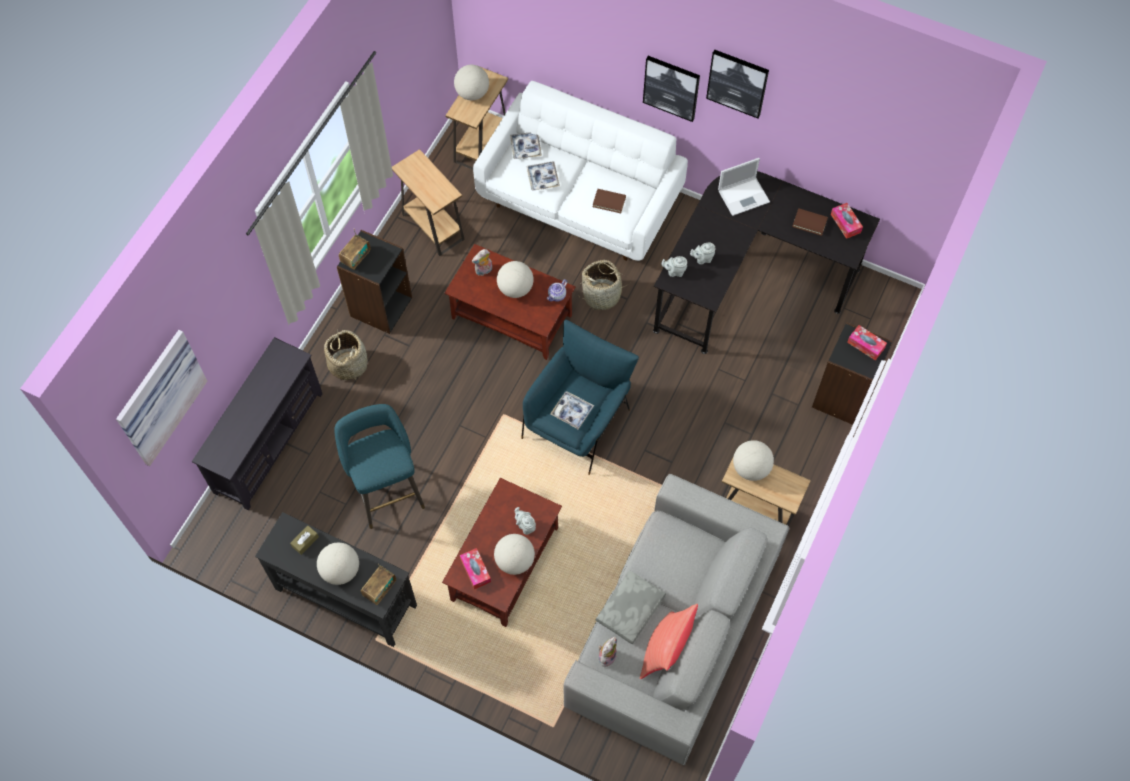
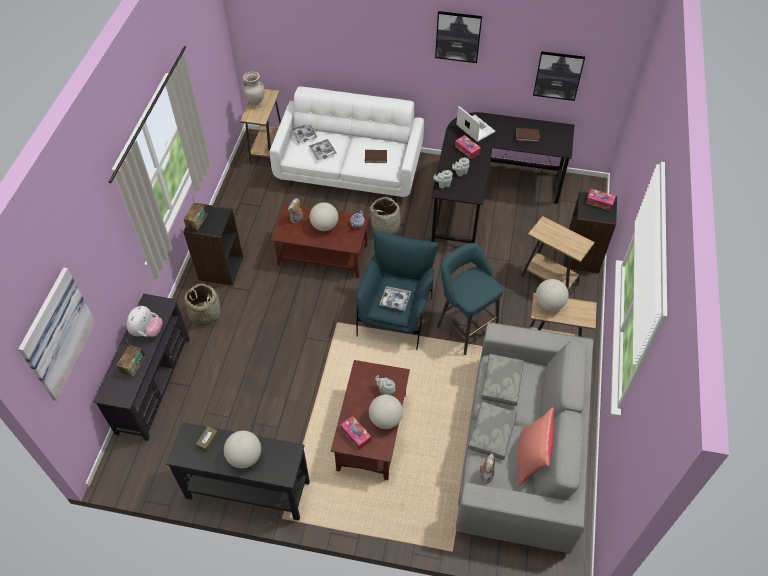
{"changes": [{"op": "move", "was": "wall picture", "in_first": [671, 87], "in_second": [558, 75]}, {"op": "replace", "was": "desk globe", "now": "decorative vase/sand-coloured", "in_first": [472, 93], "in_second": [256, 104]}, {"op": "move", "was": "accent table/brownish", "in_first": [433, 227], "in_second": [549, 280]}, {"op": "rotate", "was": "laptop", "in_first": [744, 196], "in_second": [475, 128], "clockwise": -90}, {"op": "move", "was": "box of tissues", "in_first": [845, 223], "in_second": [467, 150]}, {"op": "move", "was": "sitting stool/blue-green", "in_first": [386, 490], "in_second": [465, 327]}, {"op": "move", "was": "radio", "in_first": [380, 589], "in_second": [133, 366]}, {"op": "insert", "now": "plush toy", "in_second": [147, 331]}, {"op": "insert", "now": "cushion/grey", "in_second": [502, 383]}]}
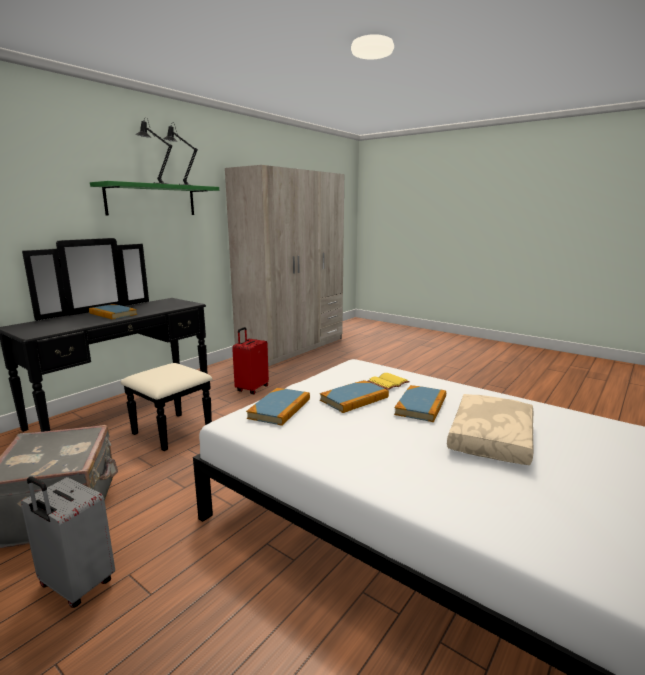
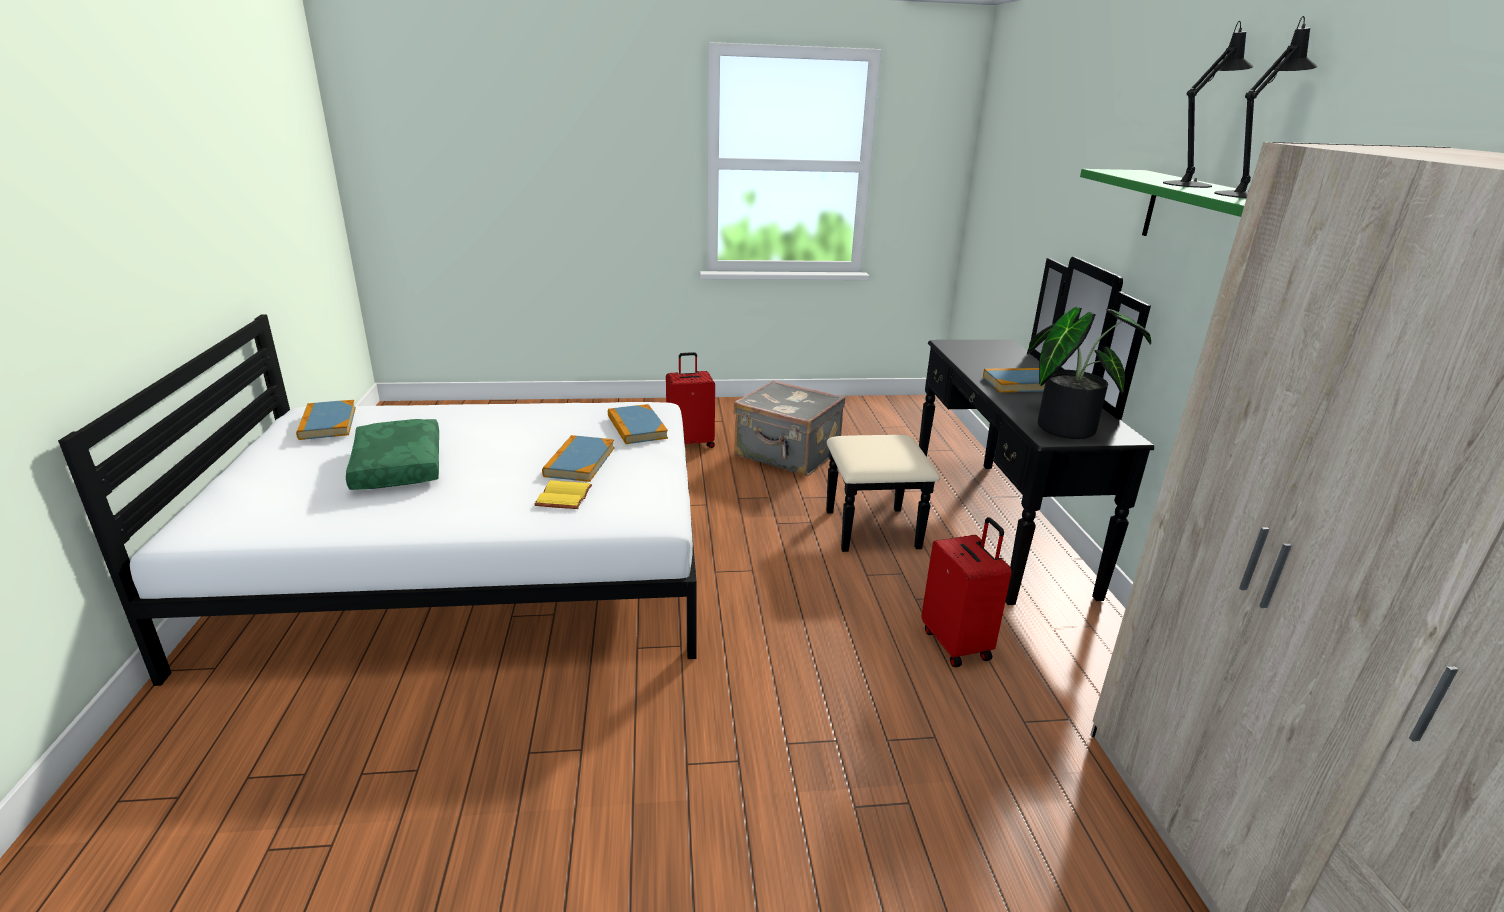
{"changes": [{"op": "move", "was": "book", "in_first": [421, 406], "in_second": [327, 423]}, {"op": "recolor", "was": "cushion/sand-coloured", "now": "cushion/greenish", "in_first": [493, 439], "in_second": [396, 466]}, {"op": "recolor", "was": "travel case/grey", "now": "travel case/reddish", "in_first": [75, 585], "in_second": [690, 443]}, {"op": "insert", "now": "potted plant", "in_second": [1065, 425]}]}
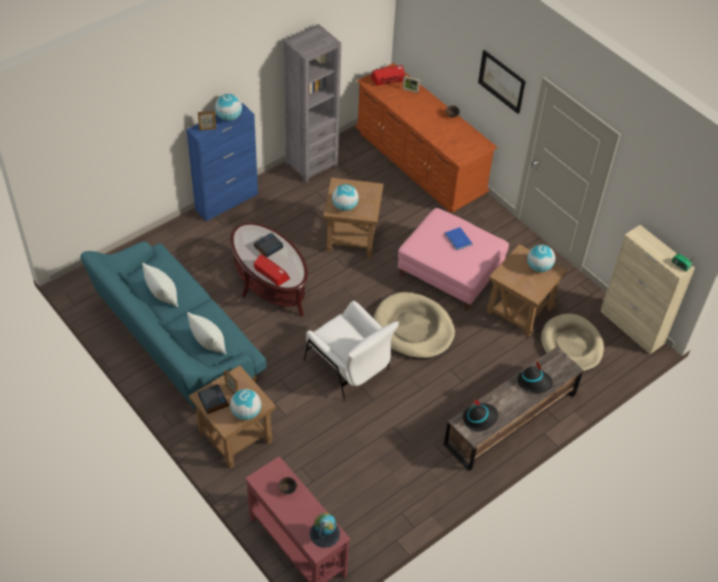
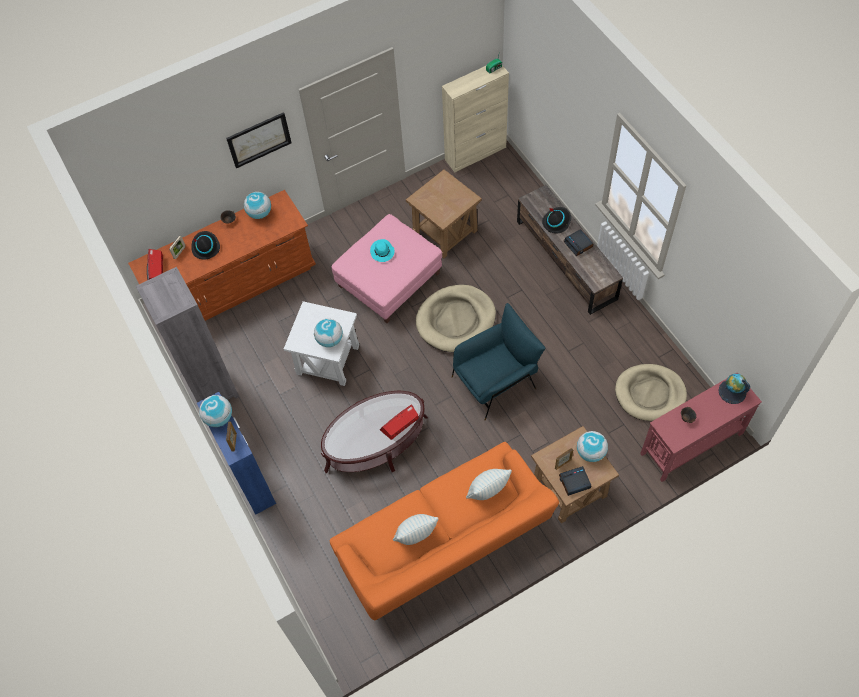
{"changes": [{"op": "recolor", "was": "accent table/brownish", "now": "accent table/whitish", "in_first": [351, 237], "in_second": [327, 360]}, {"op": "replace", "was": "book/blue-coloured", "now": "wearable hat/blue-green", "in_first": [458, 240], "in_second": [382, 252]}, {"op": "move", "was": "alarm clock", "in_first": [268, 247], "in_second": [578, 244]}, {"op": "recolor", "was": "couch/blue-green", "now": "couch/orangey", "in_first": [176, 340], "in_second": [444, 541]}, {"op": "move", "was": "desk globe", "in_first": [539, 267], "in_second": [260, 213]}, {"op": "recolor", "was": "armchair/whitish", "now": "armchair/blue-coloured", "in_first": [348, 367], "in_second": [496, 381]}, {"op": "move", "was": "pet bed/sand-coloured", "in_first": [571, 345], "in_second": [650, 394]}, {"op": "move", "was": "wearable hat/black-coloured", "in_first": [480, 418], "in_second": [205, 247]}]}
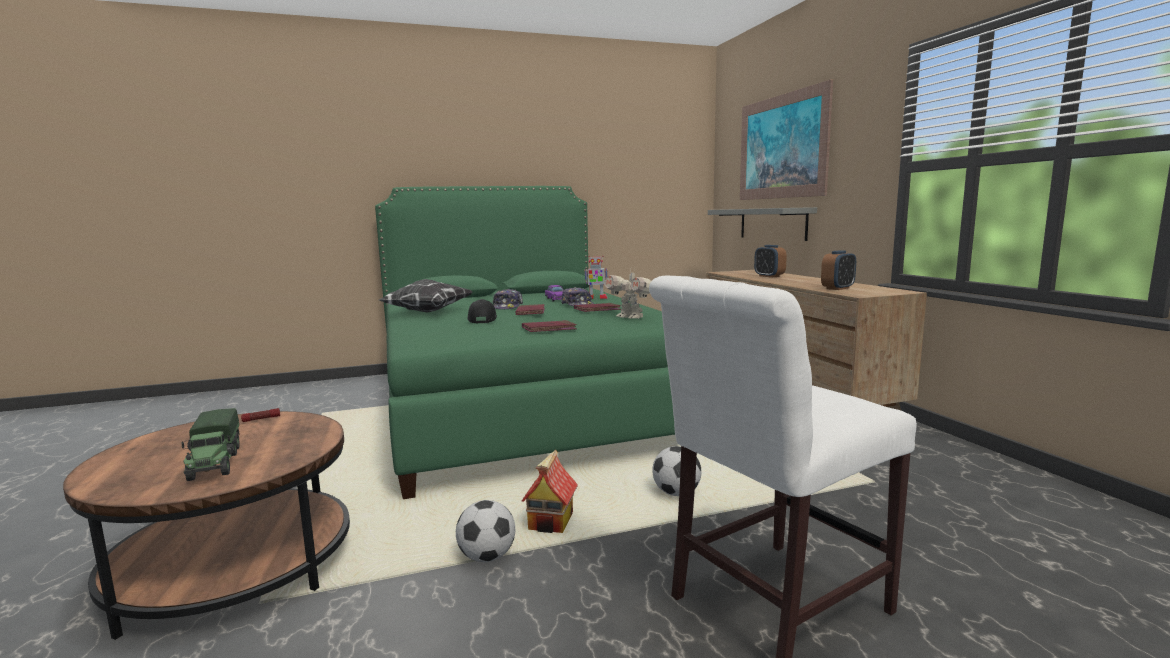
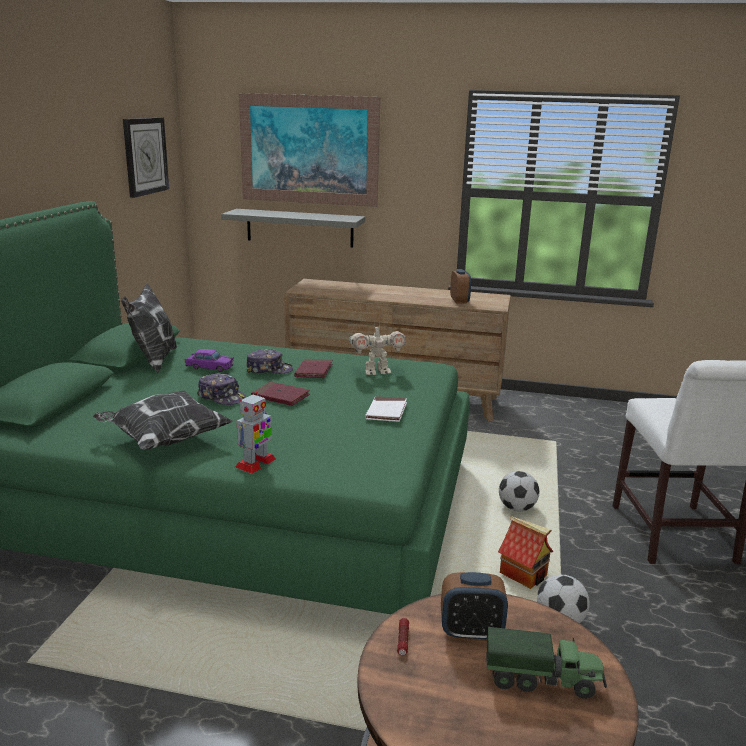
{"changes": [{"op": "move", "was": "alarm clock", "in_first": [769, 276], "in_second": [471, 632]}, {"op": "move", "was": "model robot", "in_first": [596, 298], "in_second": [255, 463]}, {"op": "delete", "was": "cap/black-coloured", "in_first": [481, 320]}, {"op": "recolor", "was": "book/reddish", "now": "book/whitish", "in_first": [549, 329], "in_second": [386, 412]}, {"op": "insert", "now": "clock on the wall", "in_second": [145, 156]}, {"op": "insert", "now": "cushion", "in_second": [154, 361]}]}
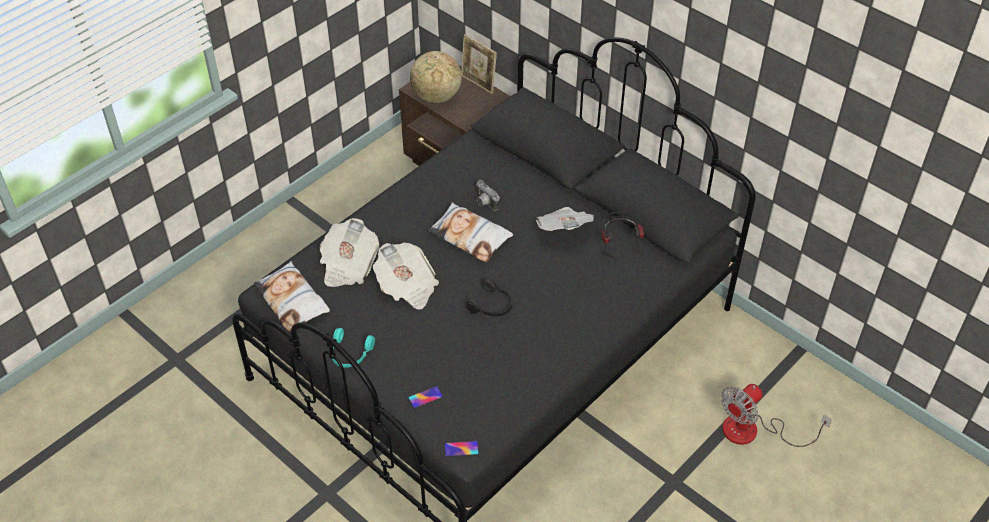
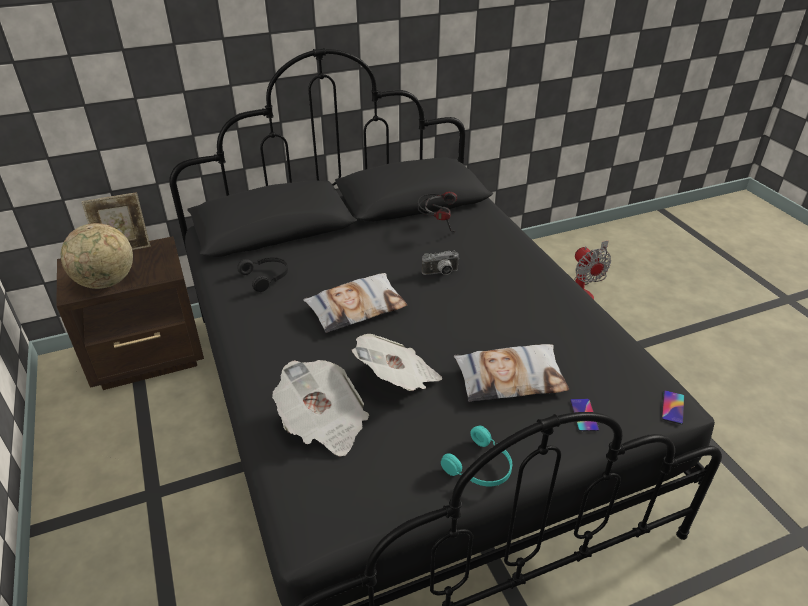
{"changes": [{"op": "move", "was": "photo camera", "in_first": [484, 203], "in_second": [441, 273]}, {"op": "delete", "was": "printed paper", "in_first": [563, 230]}, {"op": "move", "was": "cushion", "in_first": [292, 300], "in_second": [510, 378]}, {"op": "move", "was": "headset/black-coloured", "in_first": [492, 305], "in_second": [266, 277]}]}
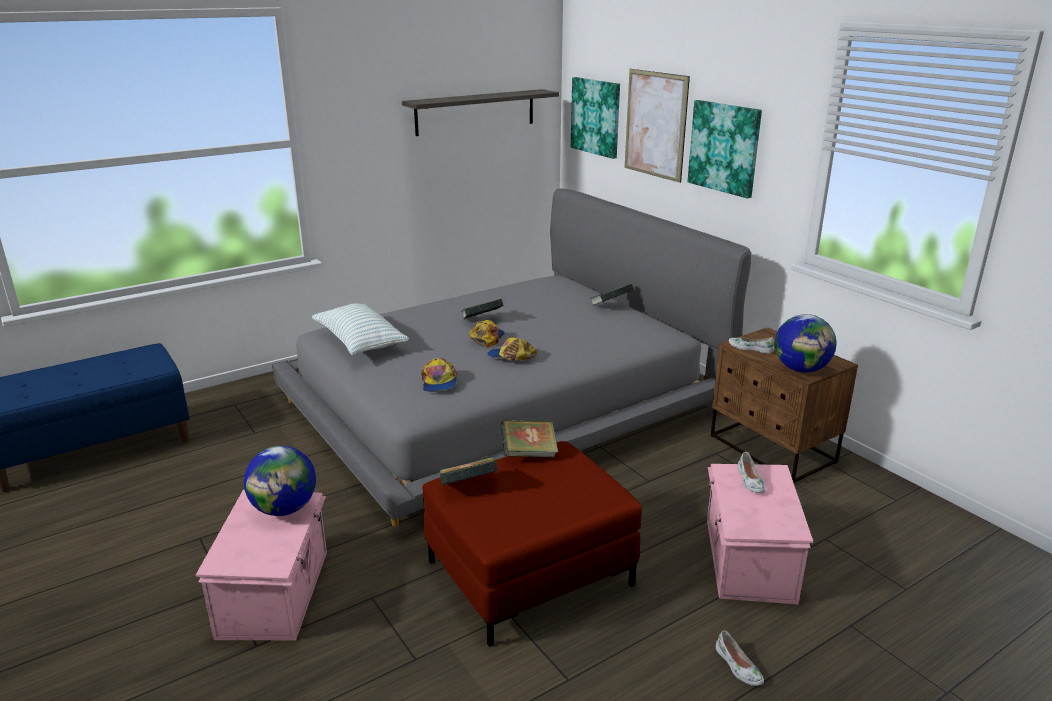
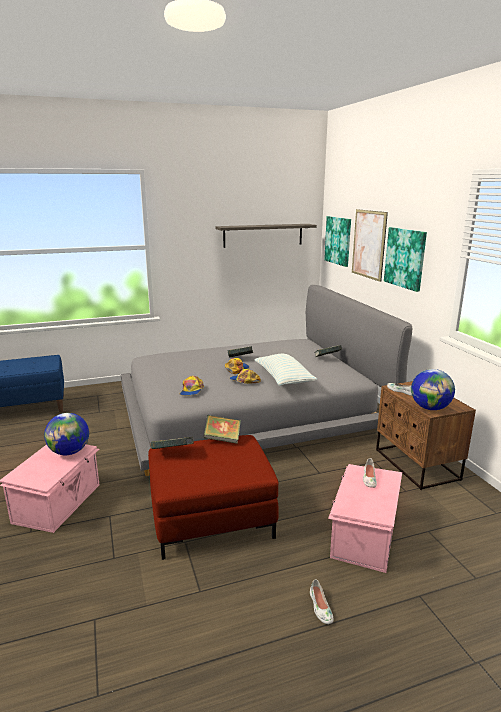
{"changes": [{"op": "move", "was": "cushion", "in_first": [360, 342], "in_second": [283, 378]}]}
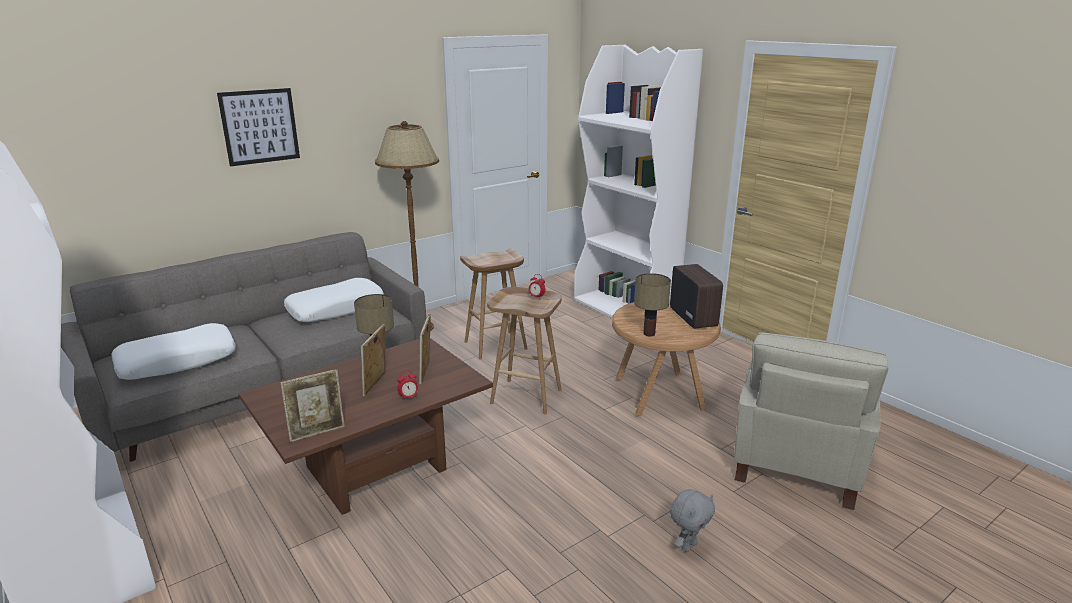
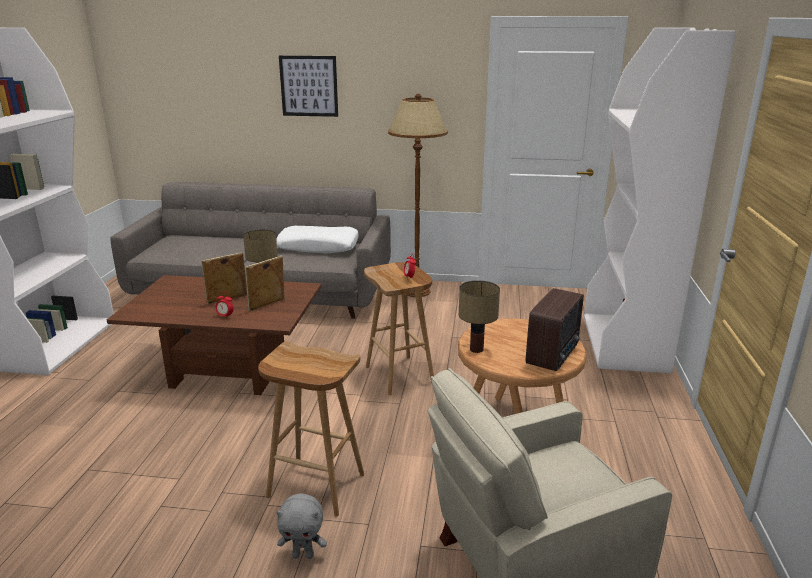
{"changes": [{"op": "move", "was": "sitting stool/brownish", "in_first": [495, 346], "in_second": [314, 486]}, {"op": "delete", "was": "cushion/whitish", "in_first": [177, 361]}, {"op": "delete", "was": "picture frame", "in_first": [317, 432]}]}
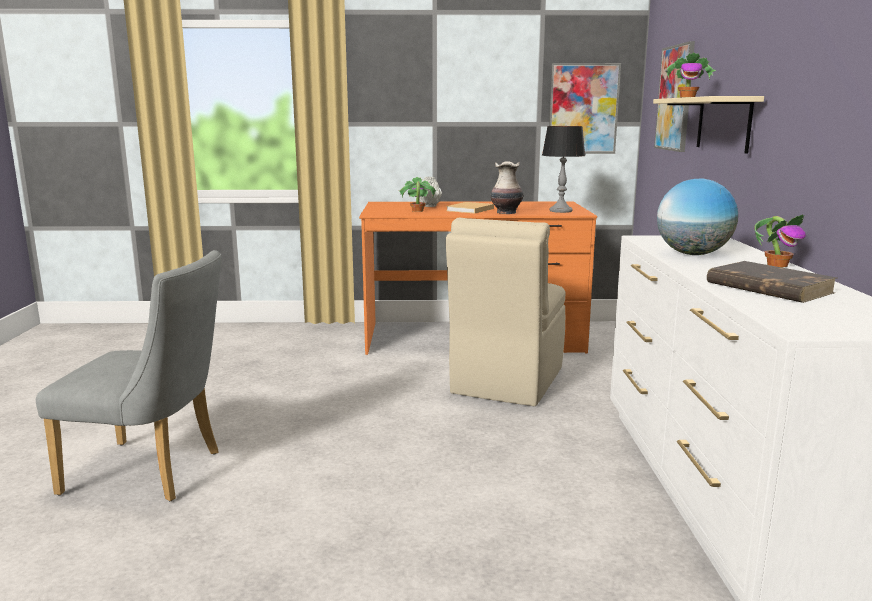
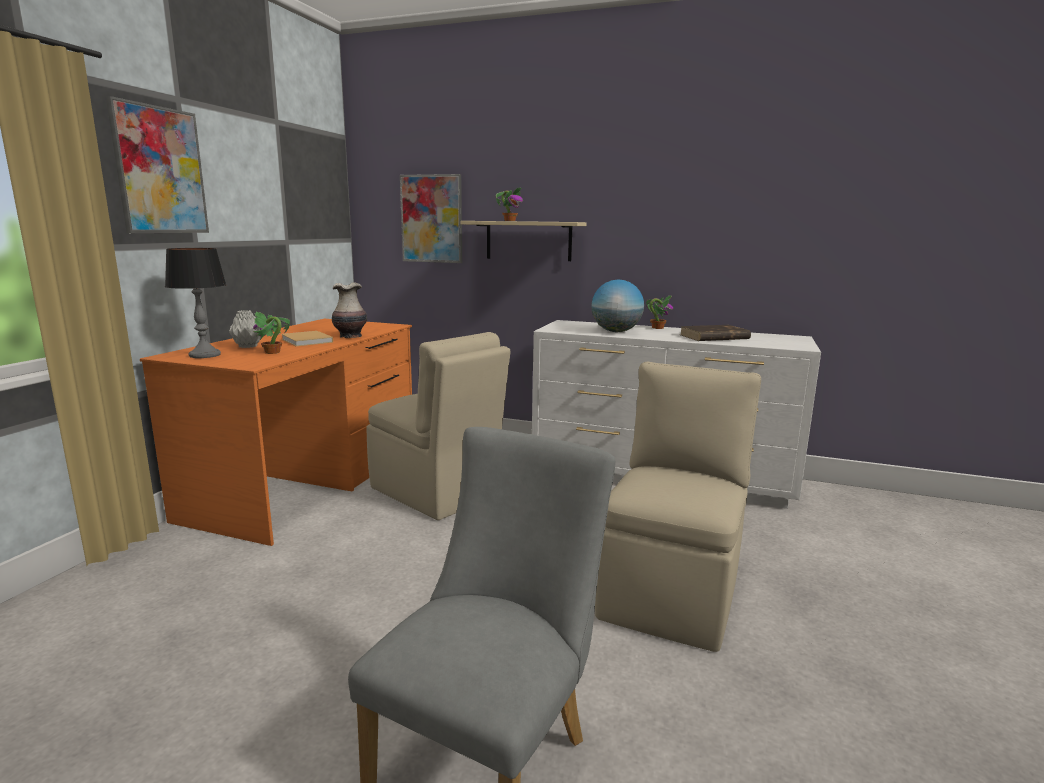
{"changes": [{"op": "move", "was": "wall picture", "in_first": [583, 109], "in_second": [160, 171]}, {"op": "move", "was": "lamp for a table", "in_first": [560, 211], "in_second": [204, 355]}, {"op": "insert", "now": "upright chair/sand-coloured", "in_second": [672, 591]}]}
